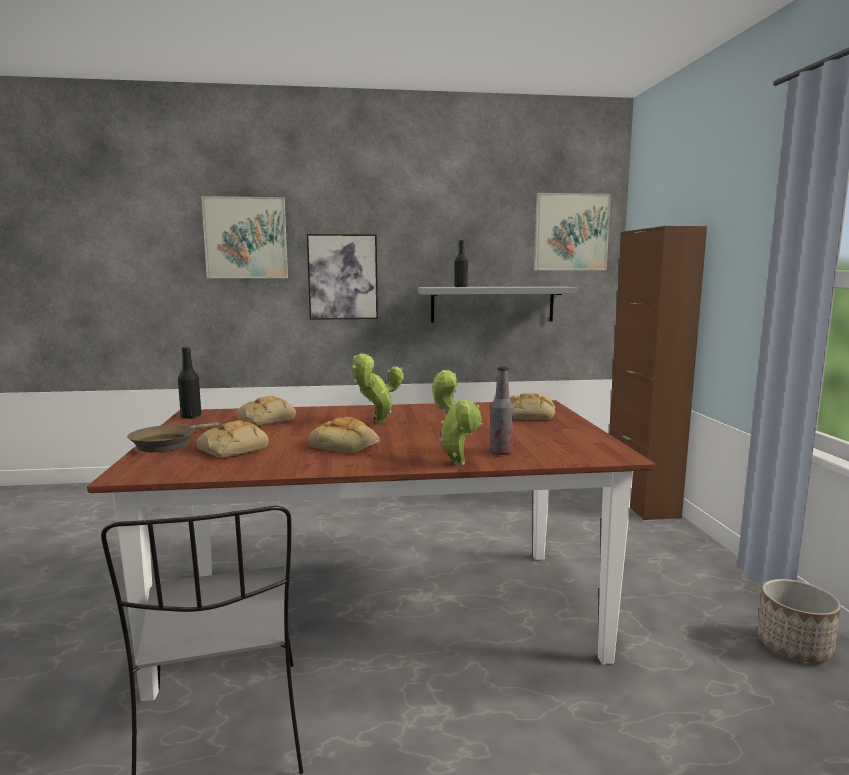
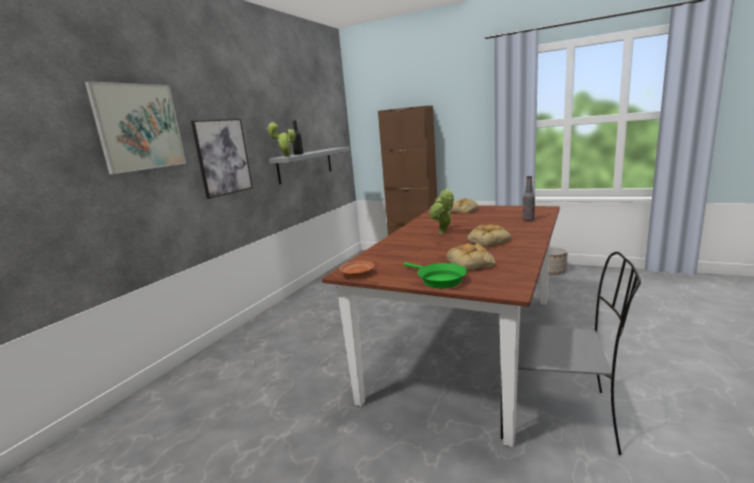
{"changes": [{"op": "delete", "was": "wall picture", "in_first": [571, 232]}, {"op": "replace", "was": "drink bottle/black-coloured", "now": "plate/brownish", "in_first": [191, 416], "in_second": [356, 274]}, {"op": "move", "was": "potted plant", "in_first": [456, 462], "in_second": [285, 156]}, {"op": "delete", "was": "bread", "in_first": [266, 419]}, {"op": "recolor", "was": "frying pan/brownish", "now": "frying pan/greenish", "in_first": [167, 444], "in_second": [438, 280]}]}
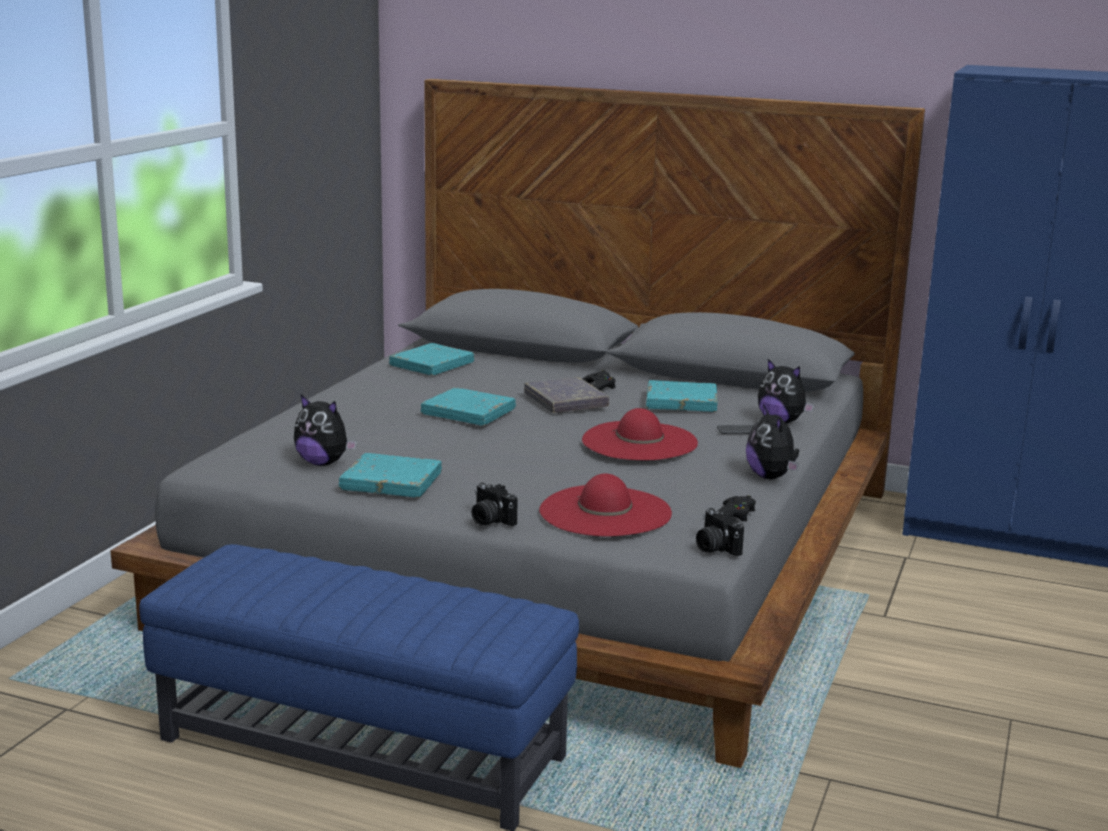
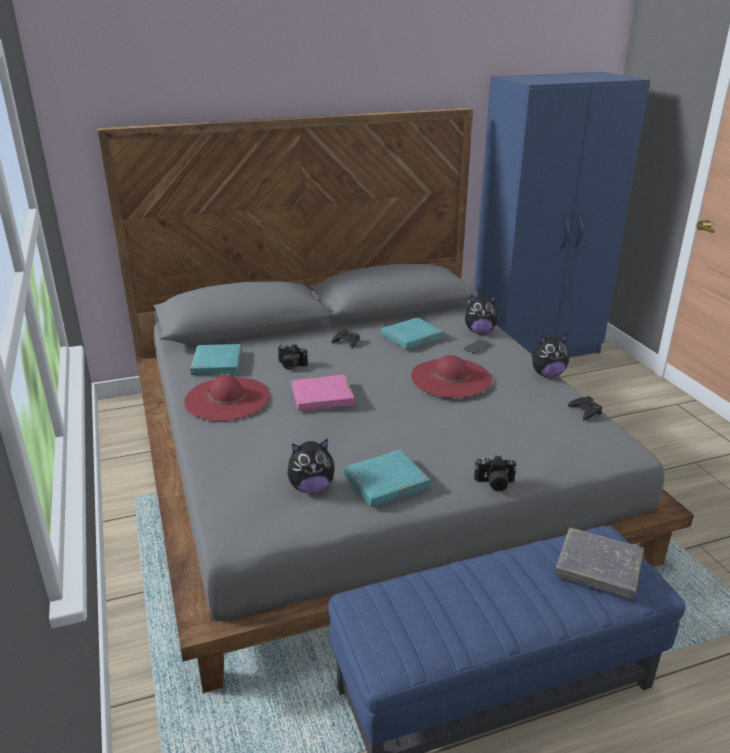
{"changes": [{"op": "move", "was": "book/grey", "in_first": [565, 401], "in_second": [598, 567]}, {"op": "recolor", "was": "book/blue-green", "now": "book/pink-coloured", "in_first": [468, 413], "in_second": [322, 397]}, {"op": "rotate", "was": "plush toy", "in_first": [771, 477], "in_second": [547, 374], "clockwise": -45}, {"op": "move", "was": "wearable hat/reddish", "in_first": [605, 512], "in_second": [227, 399]}, {"op": "move", "was": "photo camera", "in_first": [715, 548], "in_second": [291, 365]}]}
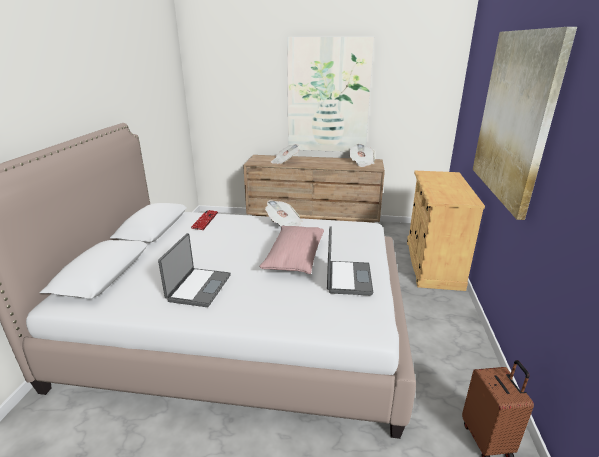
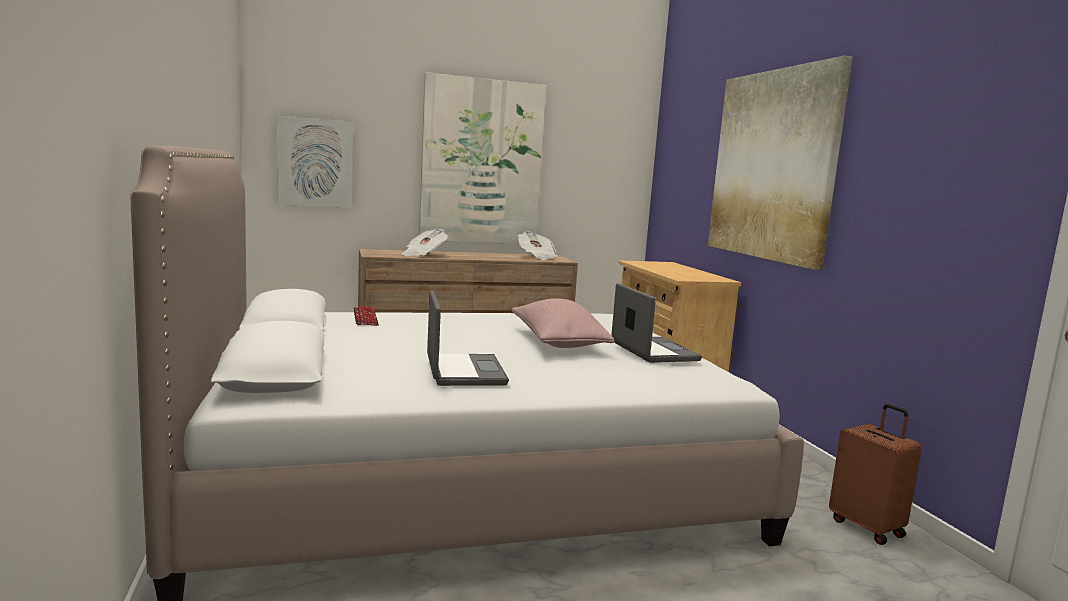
{"changes": [{"op": "delete", "was": "printed paper", "in_first": [284, 224]}, {"op": "insert", "now": "wall picture", "in_second": [315, 162]}]}
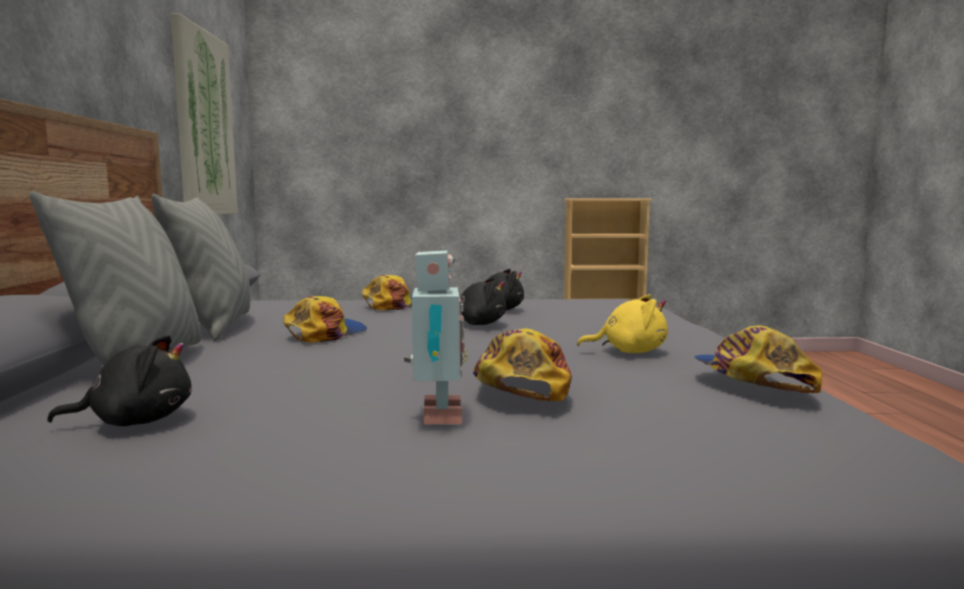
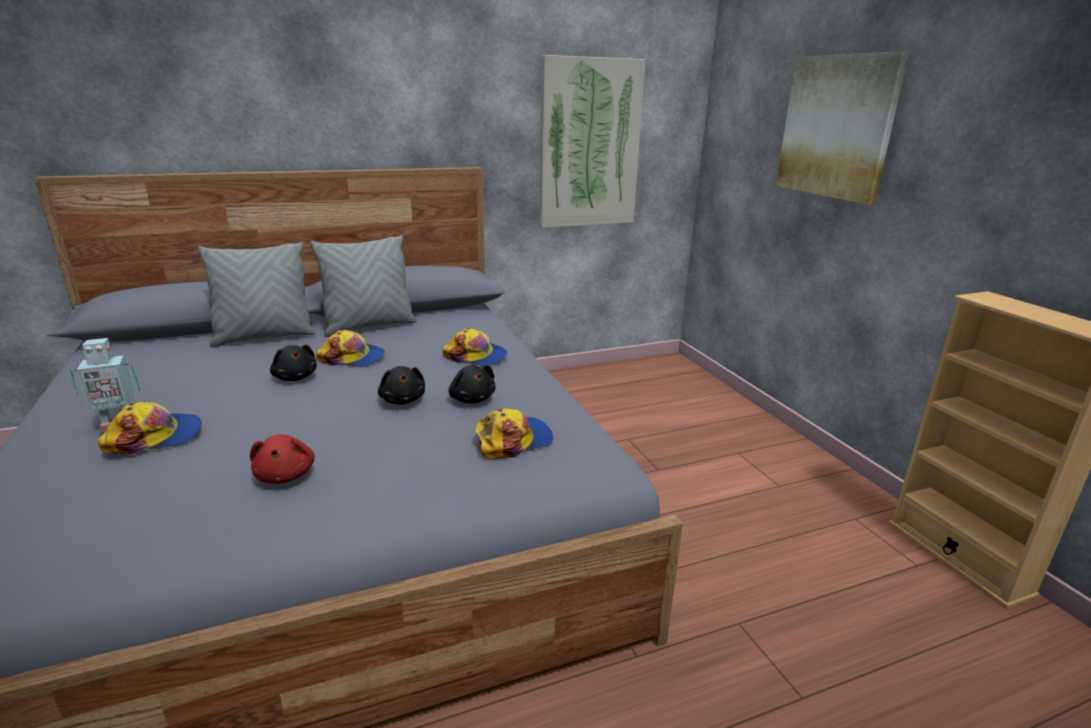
{"changes": [{"op": "recolor", "was": "plush toy/yellow-coloured", "now": "plush toy/reddish", "in_first": [629, 351], "in_second": [286, 475]}, {"op": "move", "was": "cap", "in_first": [751, 379], "in_second": [513, 440]}, {"op": "move", "was": "plush toy/black-coloured", "in_first": [135, 421], "in_second": [295, 377]}, {"op": "insert", "now": "wall picture", "in_second": [836, 127]}]}
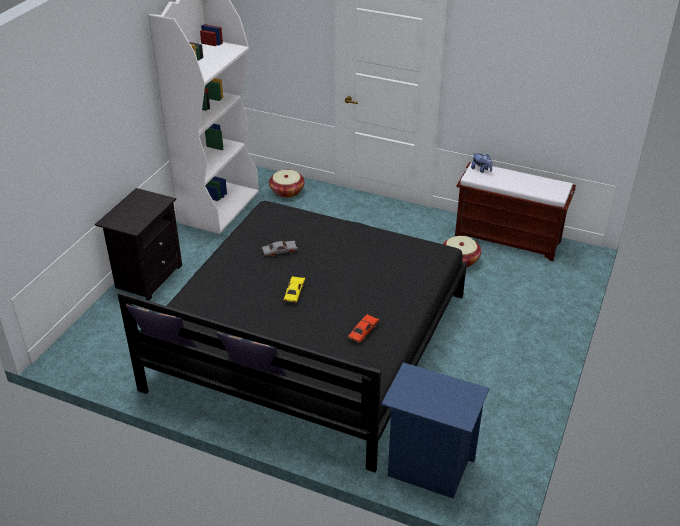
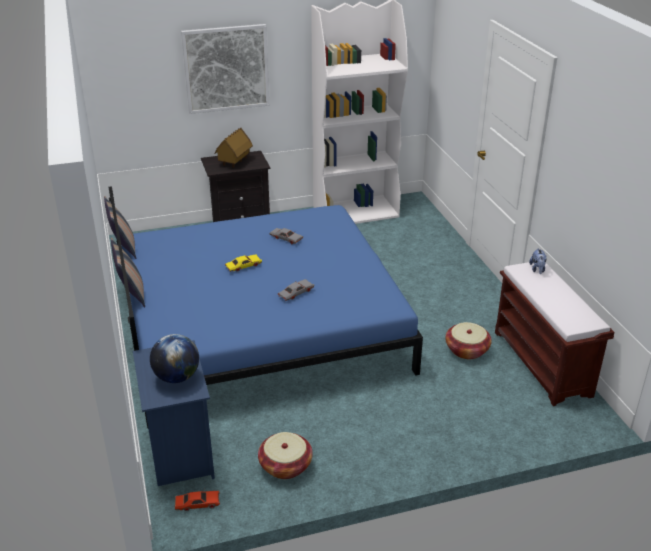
{"changes": [{"op": "move", "was": "household basket", "in_first": [287, 191], "in_second": [285, 466]}, {"op": "recolor", "was": "bed/black-coloured", "now": "bed/blue-coloured", "in_first": [309, 340], "in_second": [259, 325]}, {"op": "move", "was": "miniature car/reddish", "in_first": [363, 332], "in_second": [197, 504]}, {"op": "insert", "now": "wall picture", "in_second": [226, 68]}, {"op": "insert", "now": "toy house", "in_second": [234, 162]}, {"op": "insert", "now": "miniature car/grey", "in_second": [296, 293]}, {"op": "insert", "now": "desk globe", "in_second": [177, 377]}]}
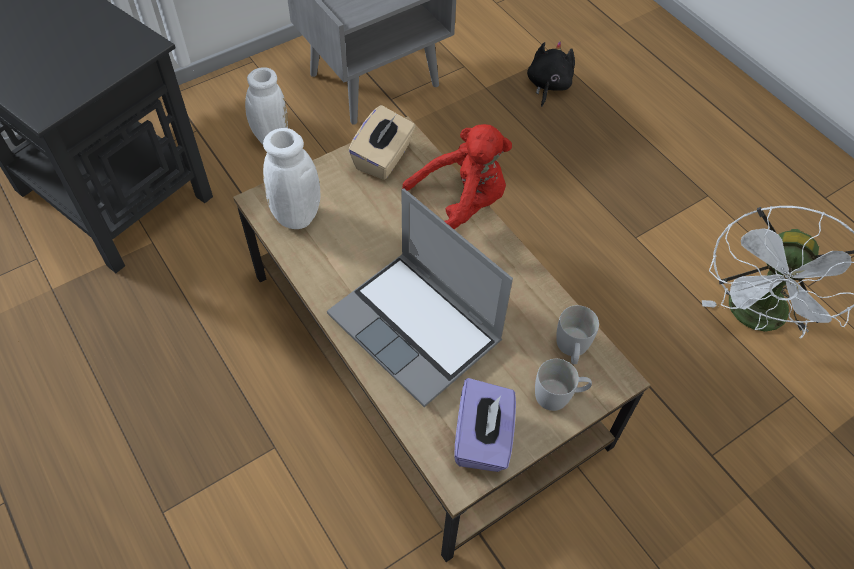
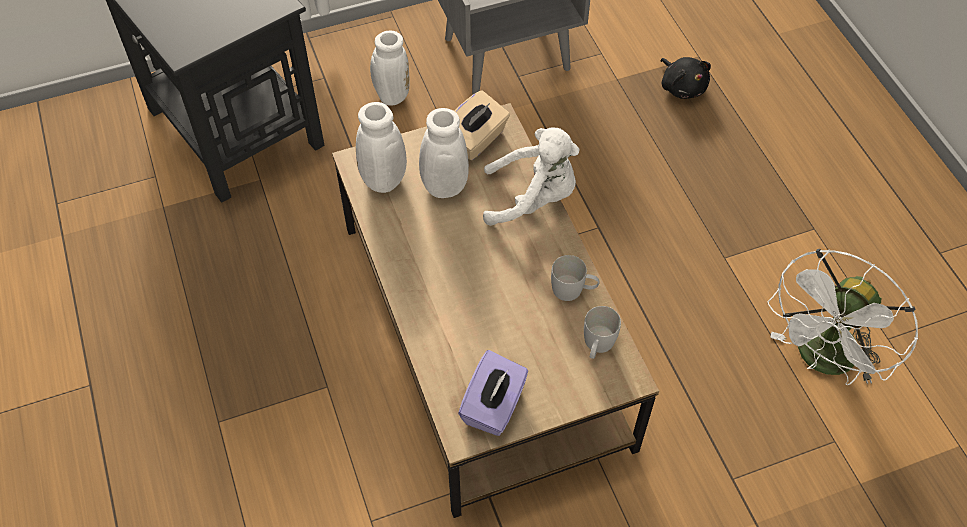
{"changes": [{"op": "rotate", "was": "plush toy/black-coloured", "in_first": [548, 85], "in_second": [682, 87], "clockwise": 120}, {"op": "recolor", "was": "plush toy/reddish", "now": "plush toy/whitish", "in_first": [459, 207], "in_second": [533, 198]}, {"op": "delete", "was": "laptop", "in_first": [418, 328]}, {"op": "move", "was": "coffee mug/whitish", "in_first": [559, 395], "in_second": [573, 290]}, {"op": "insert", "now": "decorative vase/whitish", "in_second": [442, 189]}]}
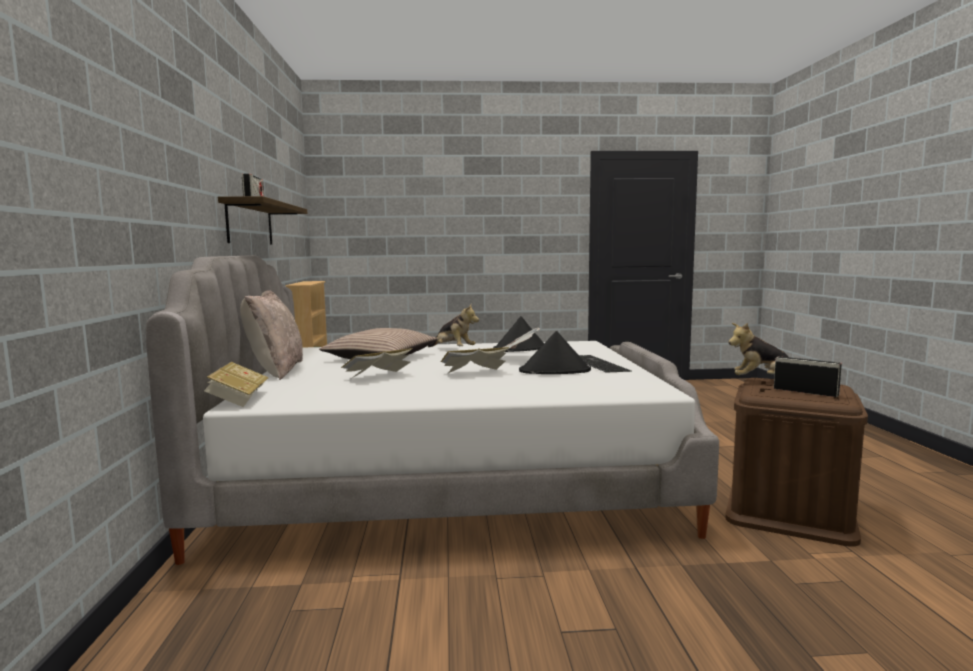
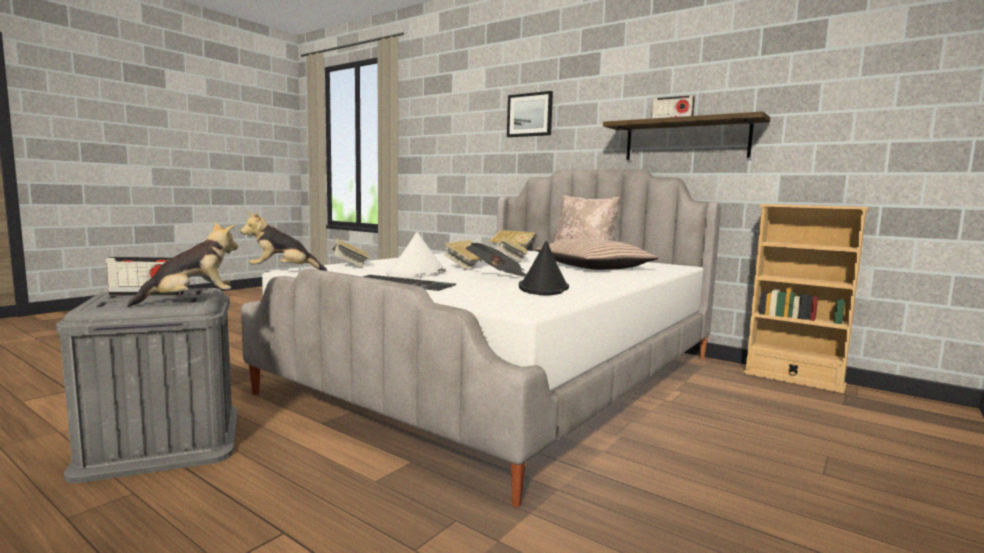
{"changes": [{"op": "move", "was": "plush toy", "in_first": [453, 350], "in_second": [283, 271]}, {"op": "recolor", "was": "wearable hat/black-coloured", "now": "wearable hat/whitish", "in_first": [555, 371], "in_second": [417, 273]}, {"op": "recolor", "was": "storage box/brownish", "now": "storage box/grey", "in_first": [789, 511], "in_second": [162, 441]}, {"op": "insert", "now": "wall picture", "in_second": [530, 115]}, {"op": "insert", "now": "book", "in_second": [350, 265]}]}
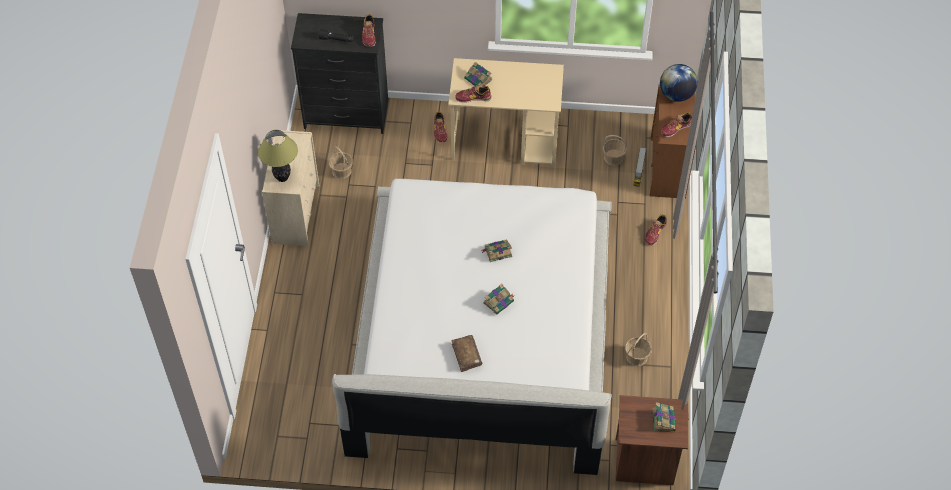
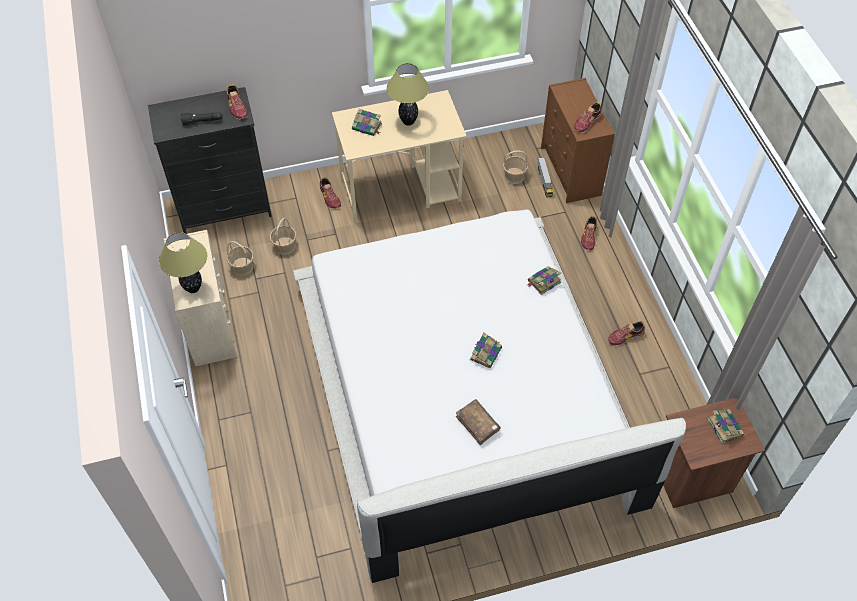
{"changes": [{"op": "delete", "was": "desk globe", "in_first": [676, 95]}, {"op": "move", "was": "low shoe", "in_first": [473, 97], "in_second": [625, 336]}, {"op": "move", "was": "book", "in_first": [497, 252], "in_second": [543, 282]}, {"op": "move", "was": "household basket", "in_first": [637, 357], "in_second": [285, 246]}, {"op": "insert", "now": "lamp for a table", "in_second": [408, 122]}]}
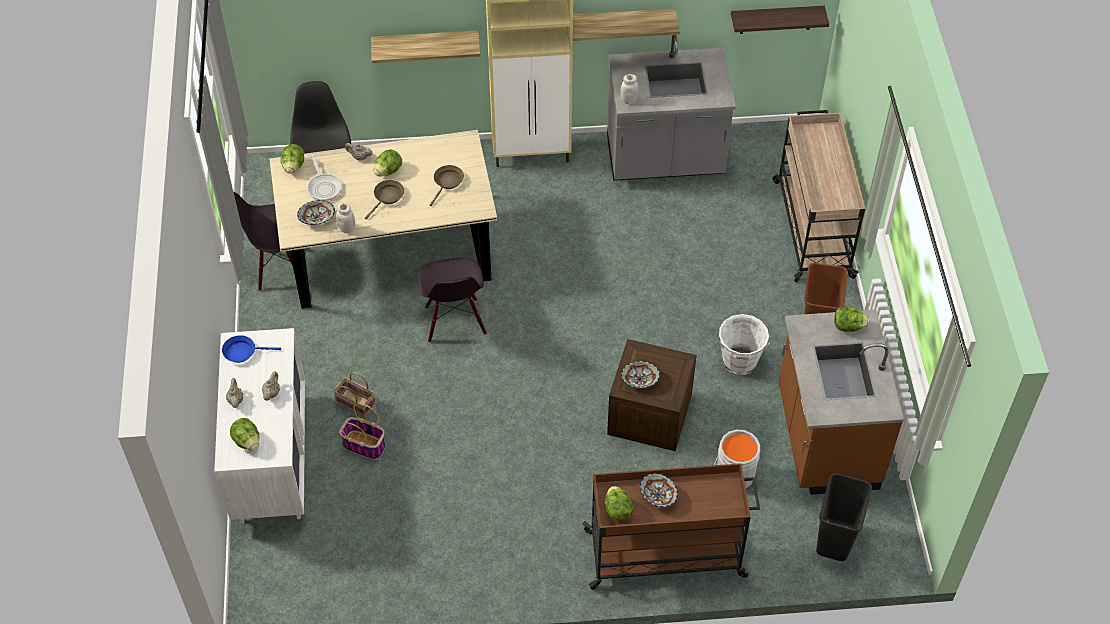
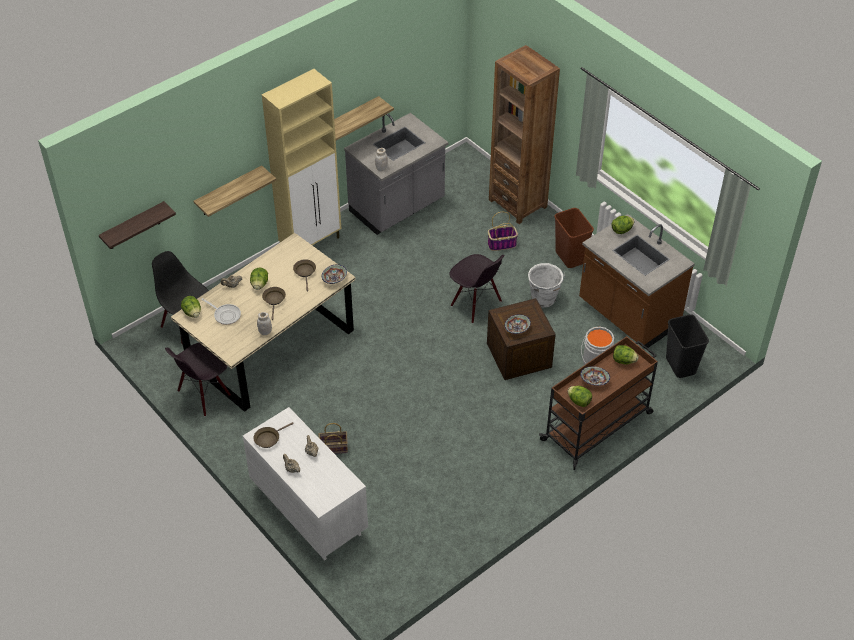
{"changes": [{"op": "move", "was": "bracket shelf", "in_first": [776, 19], "in_second": [133, 226]}, {"op": "replace", "was": "trolley/sand-coloured", "now": "shelving unit/brownish", "in_first": [812, 227], "in_second": [518, 203]}, {"op": "move", "was": "deep dish", "in_first": [317, 218], "in_second": [334, 279]}, {"op": "move", "was": "upright chair/black-coloured", "in_first": [454, 321], "in_second": [475, 304]}, {"op": "recolor", "was": "frying pan/blue-coloured", "now": "frying pan/brownish", "in_first": [243, 352], "in_second": [268, 438]}, {"op": "move", "was": "household basket", "in_first": [365, 445], "in_second": [502, 244]}, {"op": "move", "was": "lettuce", "in_first": [247, 441], "in_second": [623, 361]}]}
